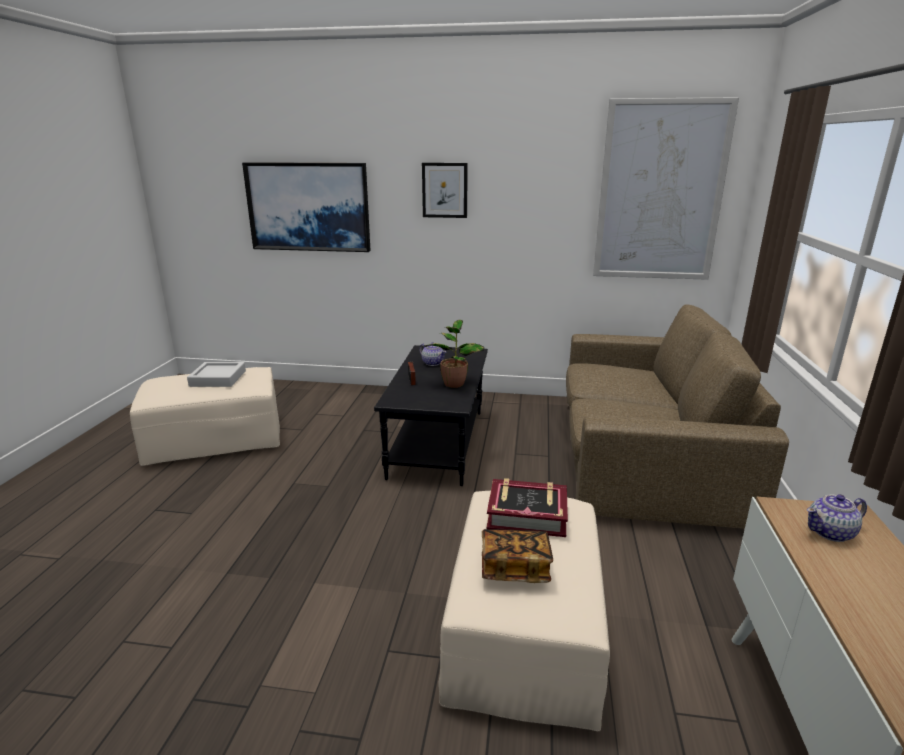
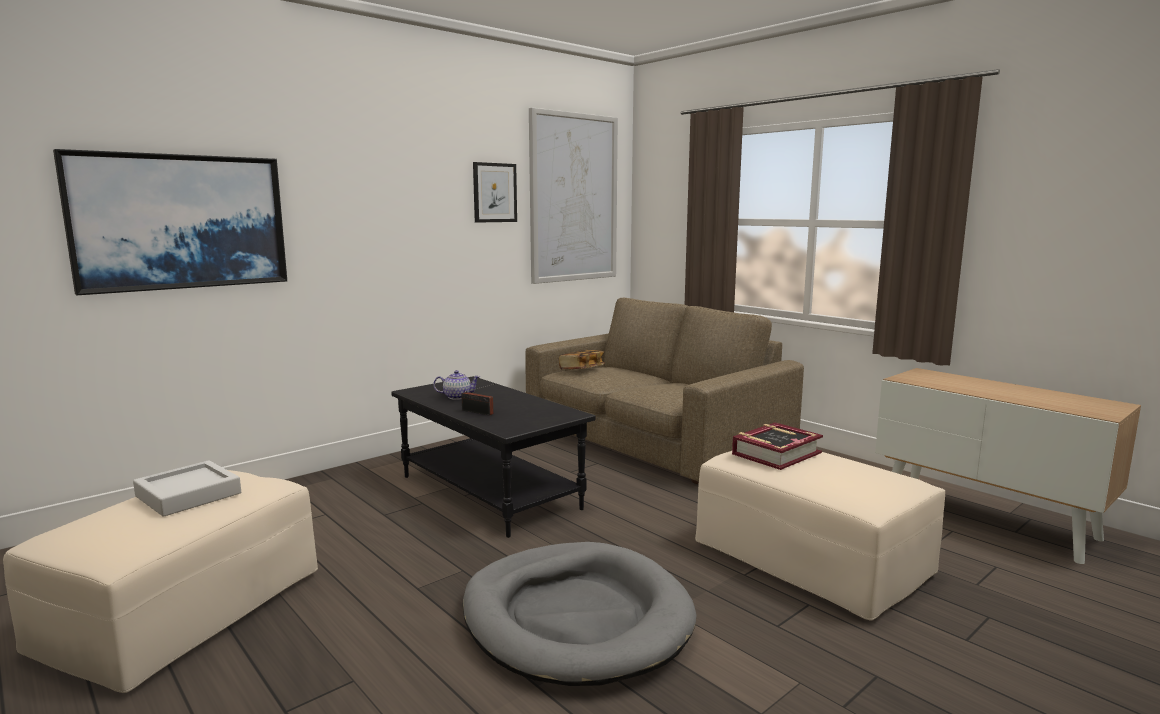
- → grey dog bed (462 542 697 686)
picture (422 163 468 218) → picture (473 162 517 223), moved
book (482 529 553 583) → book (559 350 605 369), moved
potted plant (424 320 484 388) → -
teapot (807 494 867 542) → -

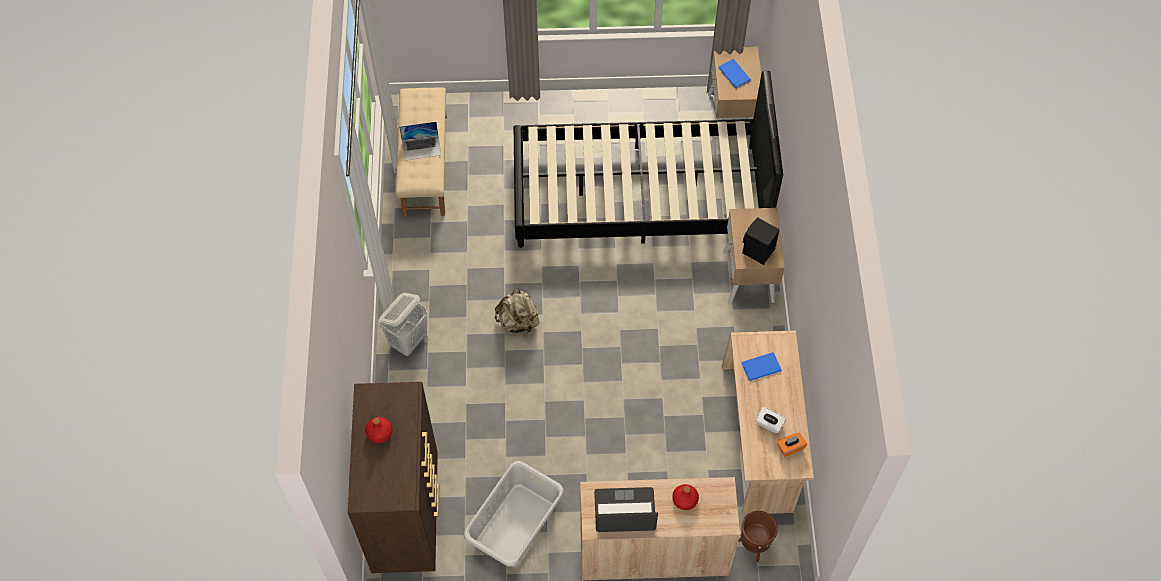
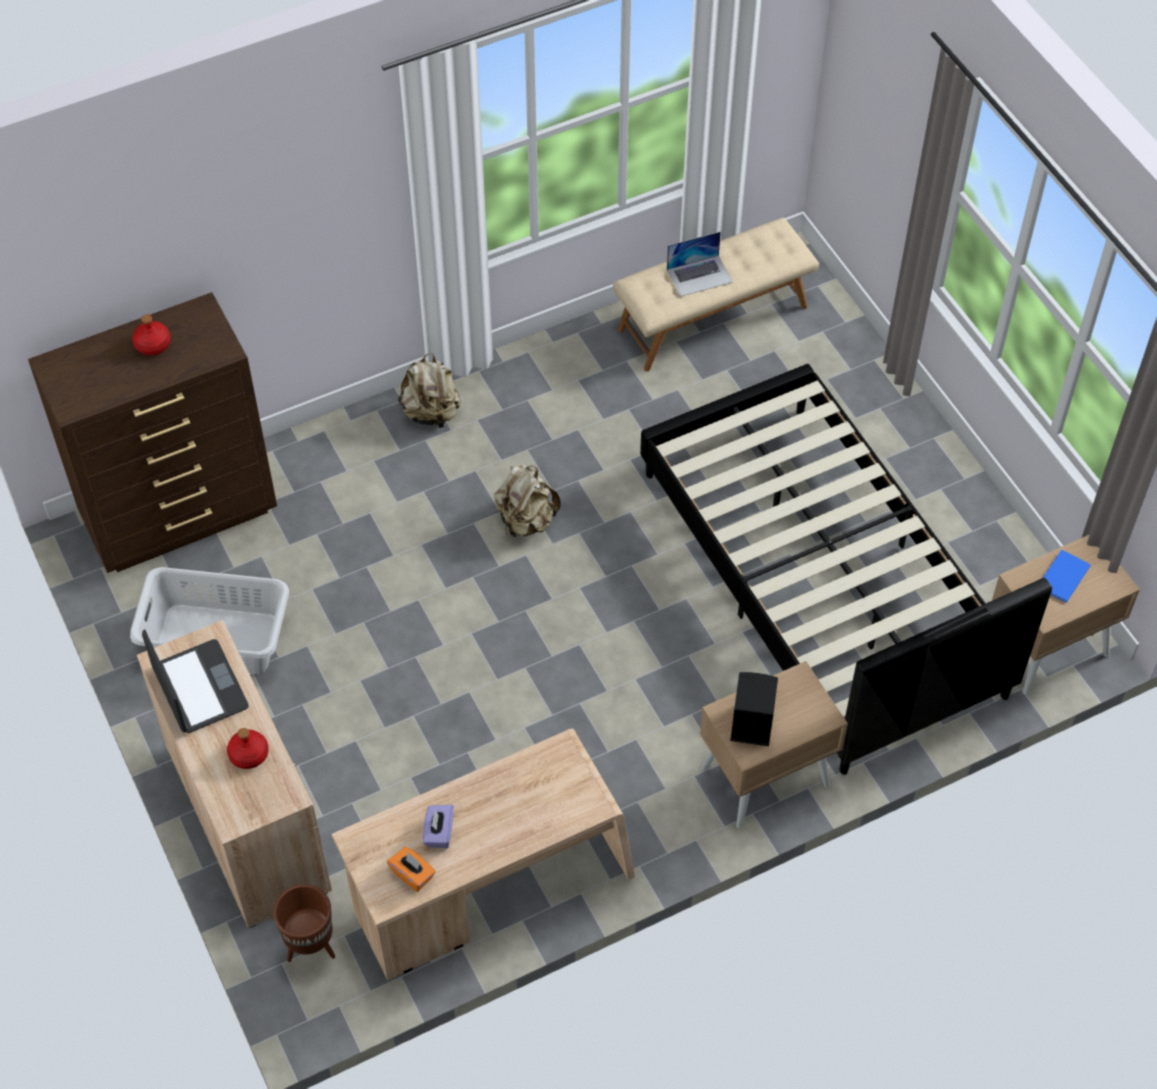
white laundry basket (379 293 427 356) → beige backpack (398 353 461 428)
white tissue box (756 407 786 433) → purple tissue box (423 805 454 848)
laptop (399 122 441 160) → laptop (667 231 733 297), 75 degrees counterclockwise
blue book (742 352 782 381) → -

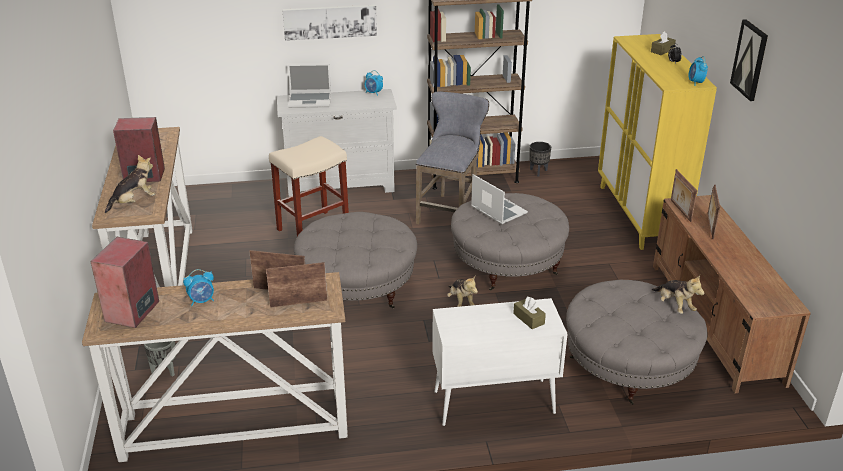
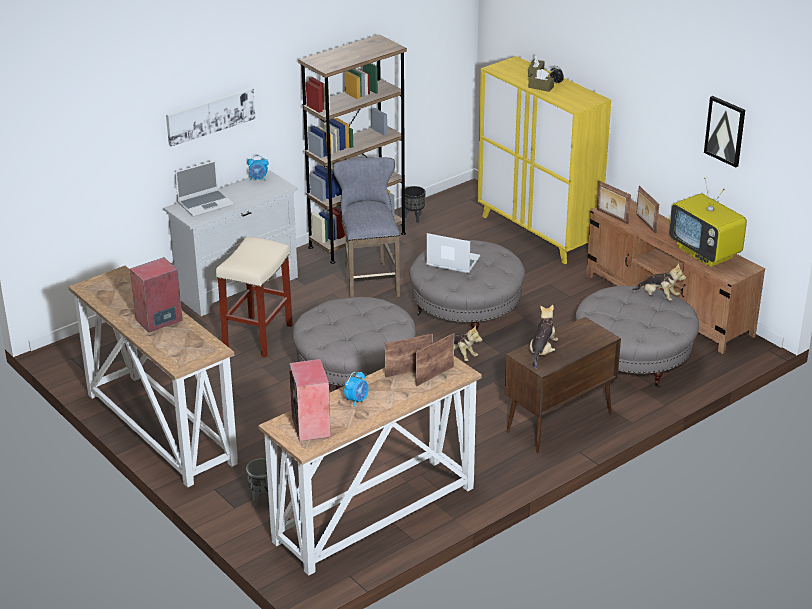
white cabinet (432 298 568 426) → brown cabinet (505 317 621 453)
brown tissue box (513 297 546 329) → brown tissue box (528 69 554 92), moved
plush toy (105 155 156 213) → plush toy (529 305 558 369), moved
- → television (669 178 747 267)
picture (730 19 768 101) → picture (704 96 745 167), moved
alarm clock (689 56 708 86) → -

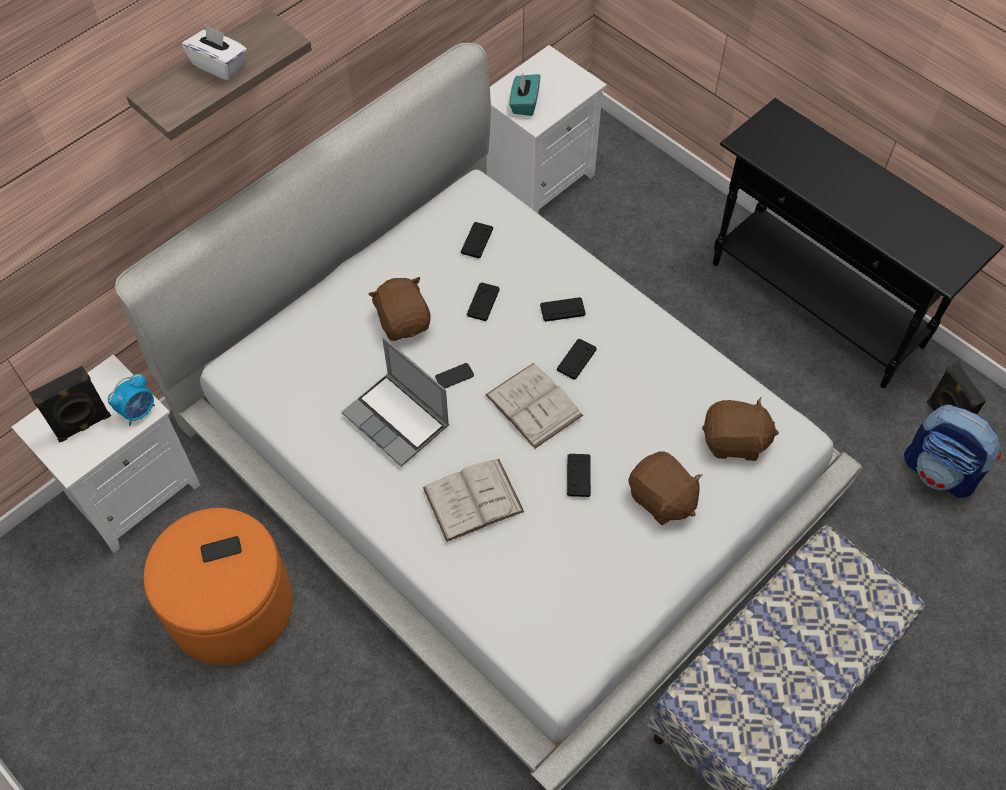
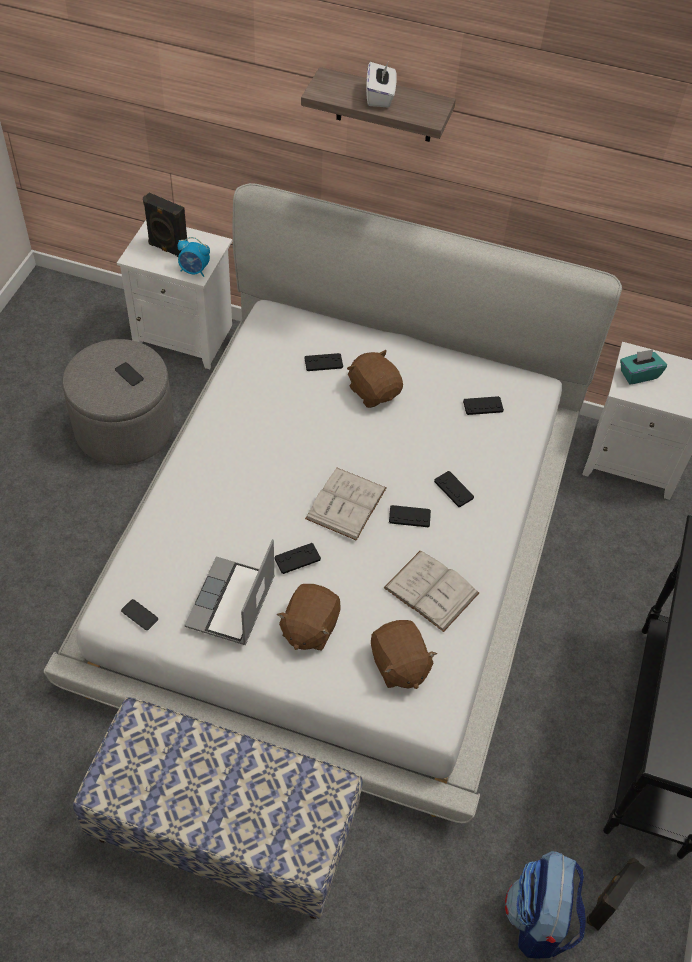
orange ottoman (143 508 293 665) → grey ottoman (62 339 174 465)
phone (435 363 474 388) → phone (121 599 158 630), moved
laptop (342 337 449 467) → laptop (184 539 275 645), moved
black game controller (467 282 500 321) → black game controller (305 353 343 371), moved
brown plush toy (369 277 431 341) → brown plush toy (347 350 403 408), 75 degrees counterclockwise
white book (423 459 524 542) → white book (384 551 479 632), moved

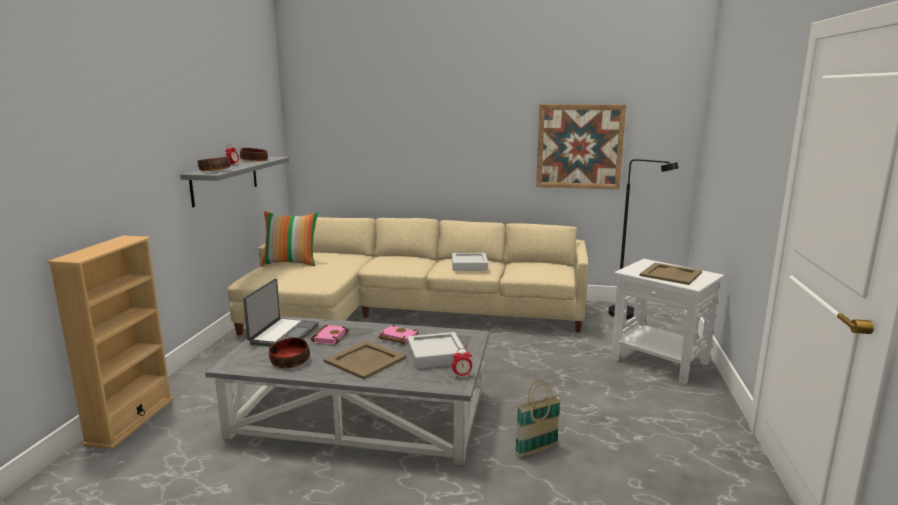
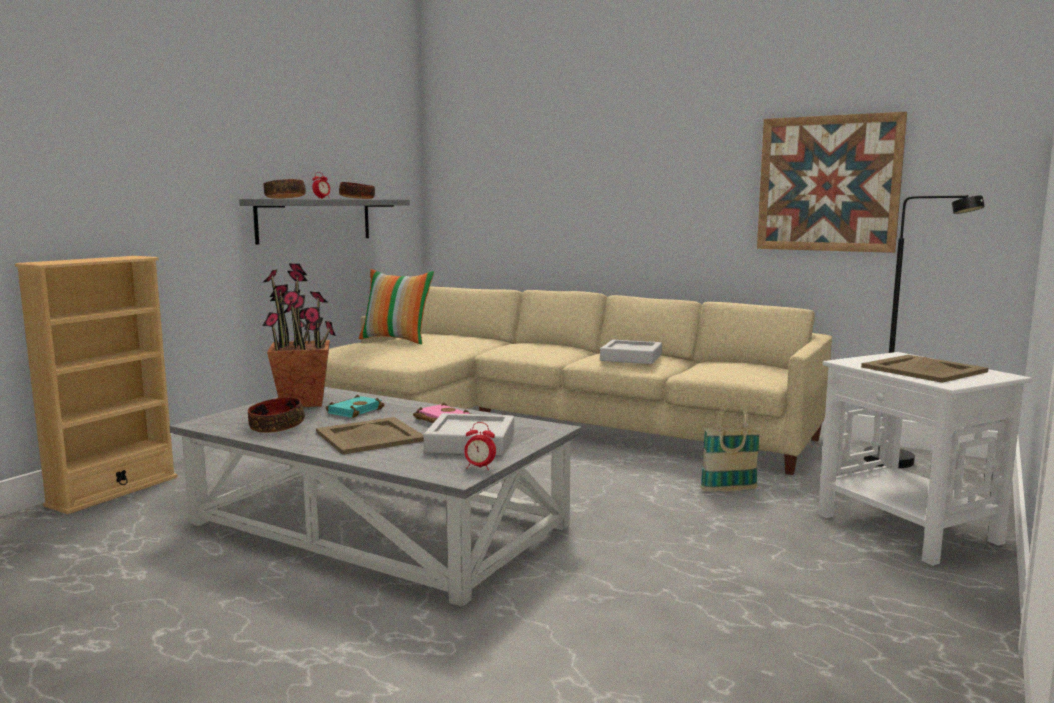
laptop (243 279 319 347) → potted plant (262 263 336 407)
pink book (311 325 349 345) → turquoise book (326 395 384 418)
basket (515 380 561 457) → basket (700 403 761 492), moved

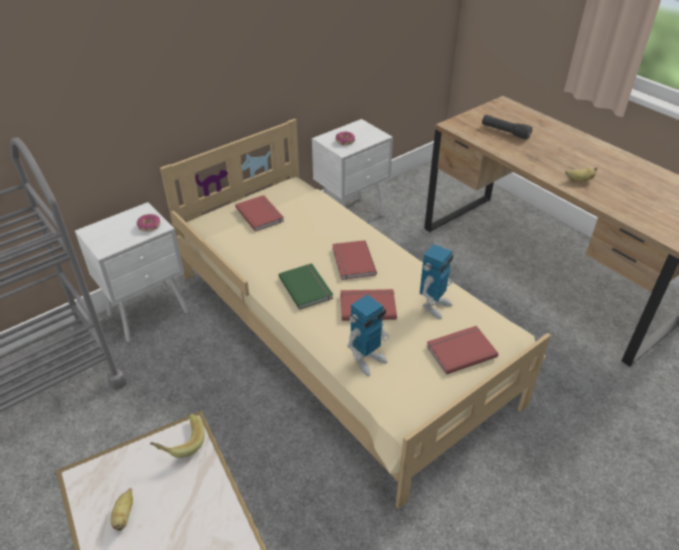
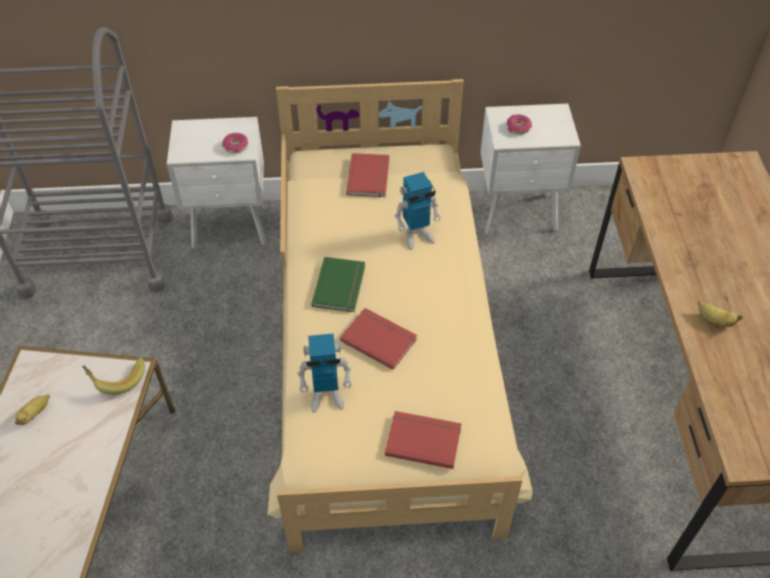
toy robot (420 244 453 319) → toy robot (394 172 441 250), moved
red book (332 240 377 280) → -
black flashlight (482 115 532 139) → -

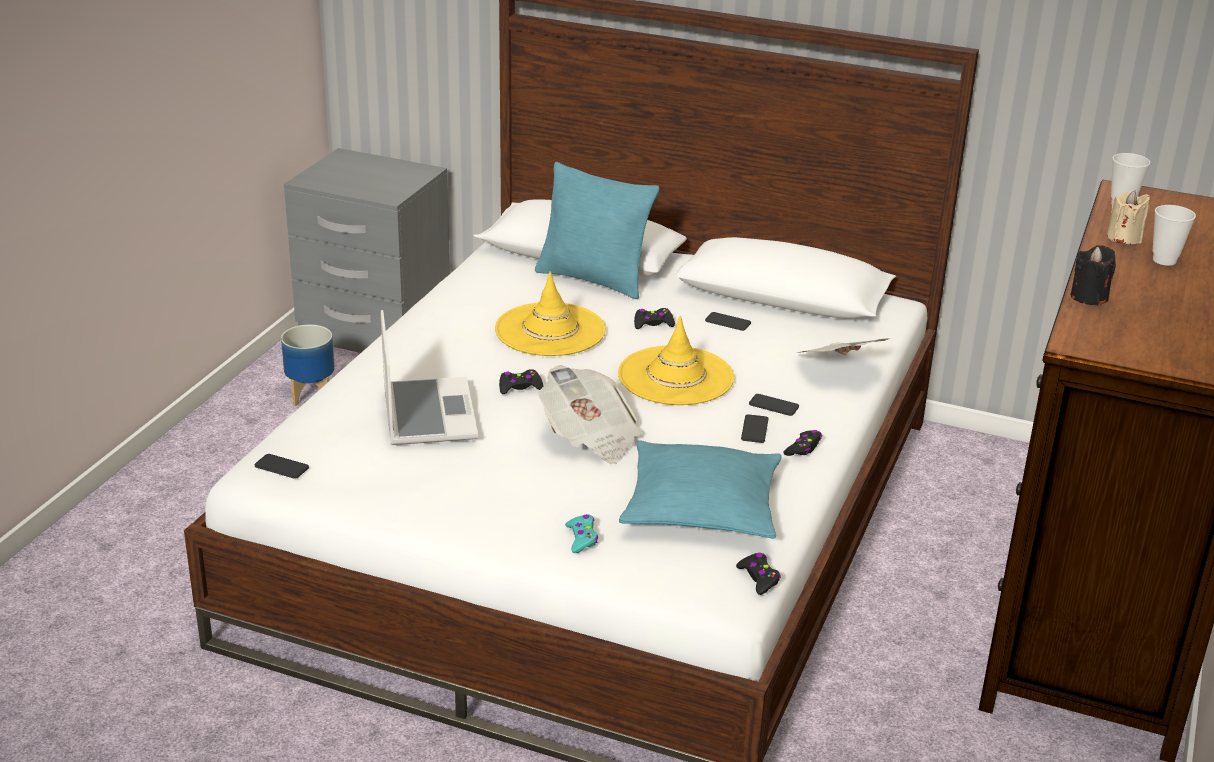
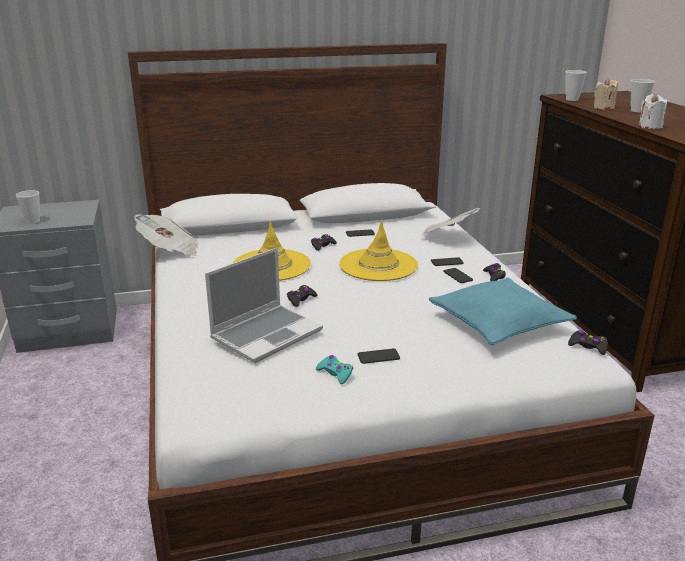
- → cup (16 190 40 224)
newspaper (539 365 642 464) → newspaper (134 214 198 256), moved
laptop (380 310 478 445) → laptop (205 248 323 363), 90 degrees clockwise
turquoise game controller (565 514 598 553) → turquoise game controller (316 355 353 384), moved
phone (255 454 309 479) → phone (358 349 400 364), moved
black candle (1071 245 1116 306) → white candle (639 94 667 129)
planter (281 324 335 406) → -
turquoise pillow (535 162 659 299) → -

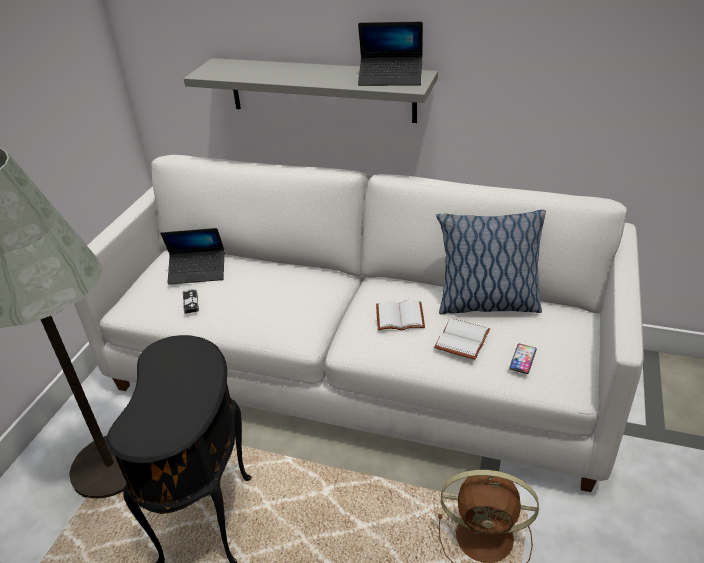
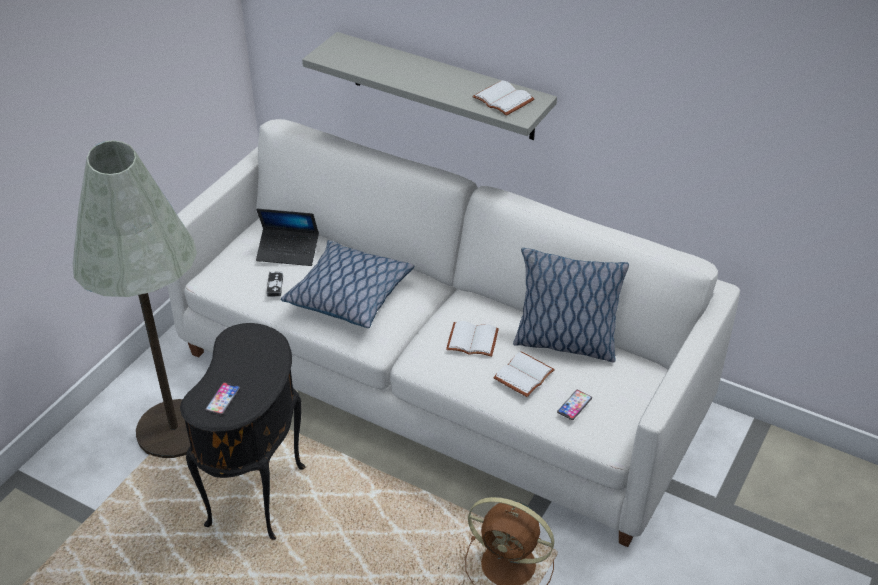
- → phone (205 382 240 415)
- → pillow (281 240 415 328)
laptop (358 22 423 86) → white book (472 80 534 116)

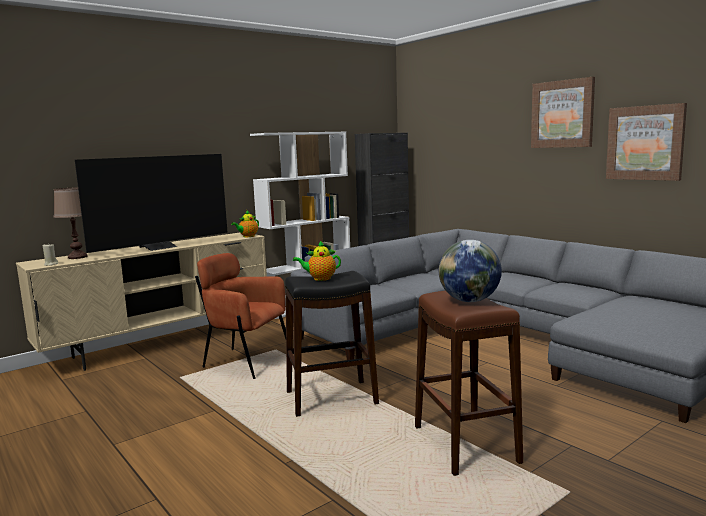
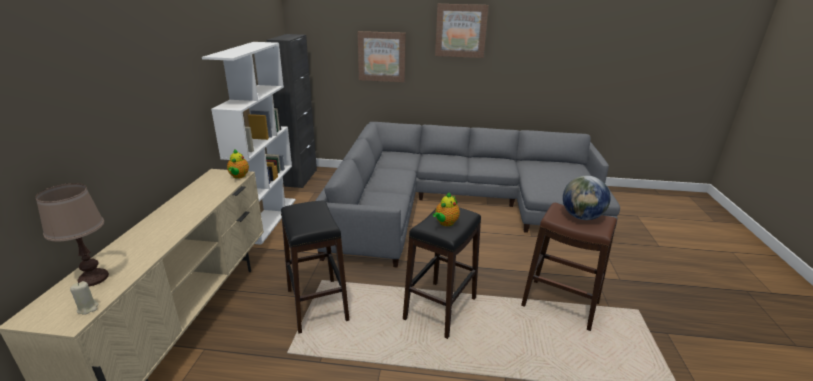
brown armchair (195 253 286 379) → black stool (281 201 349 334)
picture (606 103 687 181) → picture (357 31 406 82), moved
television (75 154 228 253) → -

